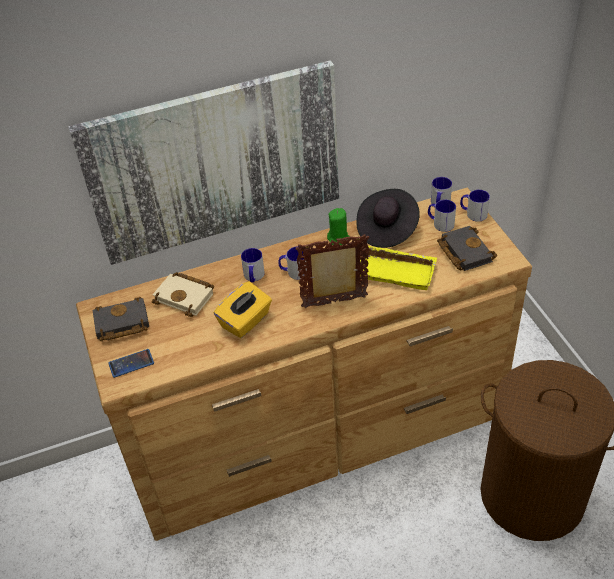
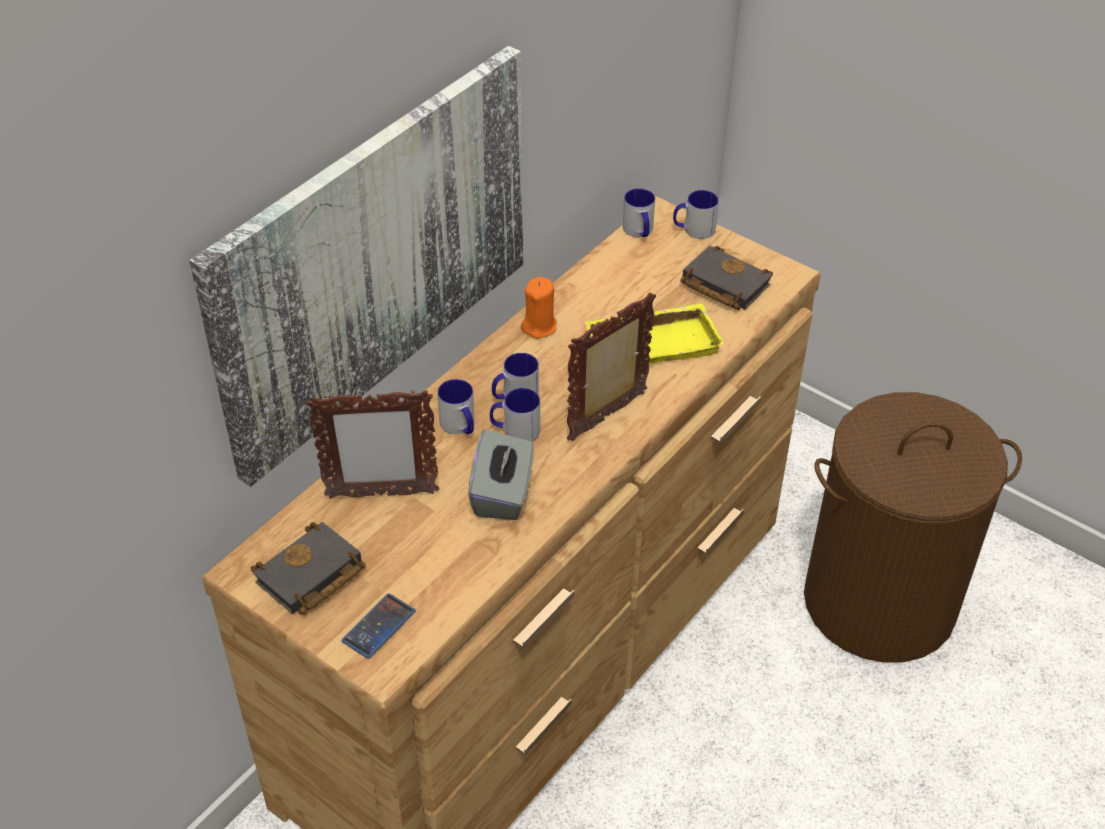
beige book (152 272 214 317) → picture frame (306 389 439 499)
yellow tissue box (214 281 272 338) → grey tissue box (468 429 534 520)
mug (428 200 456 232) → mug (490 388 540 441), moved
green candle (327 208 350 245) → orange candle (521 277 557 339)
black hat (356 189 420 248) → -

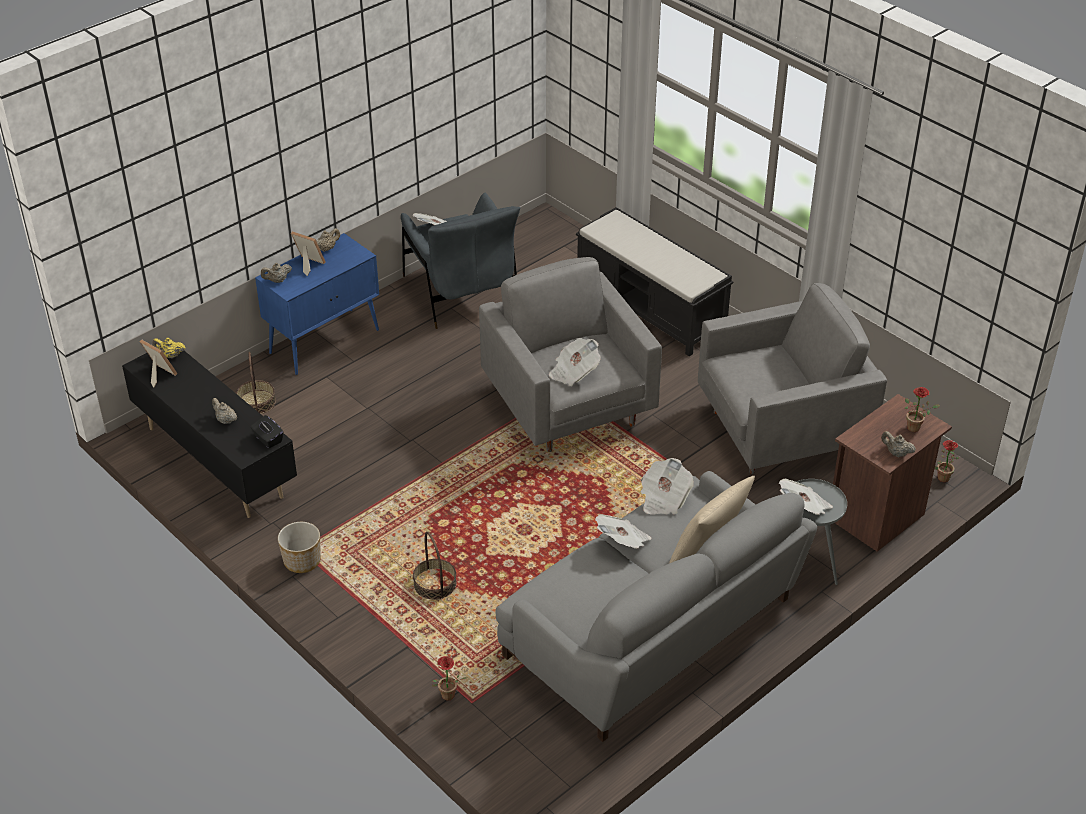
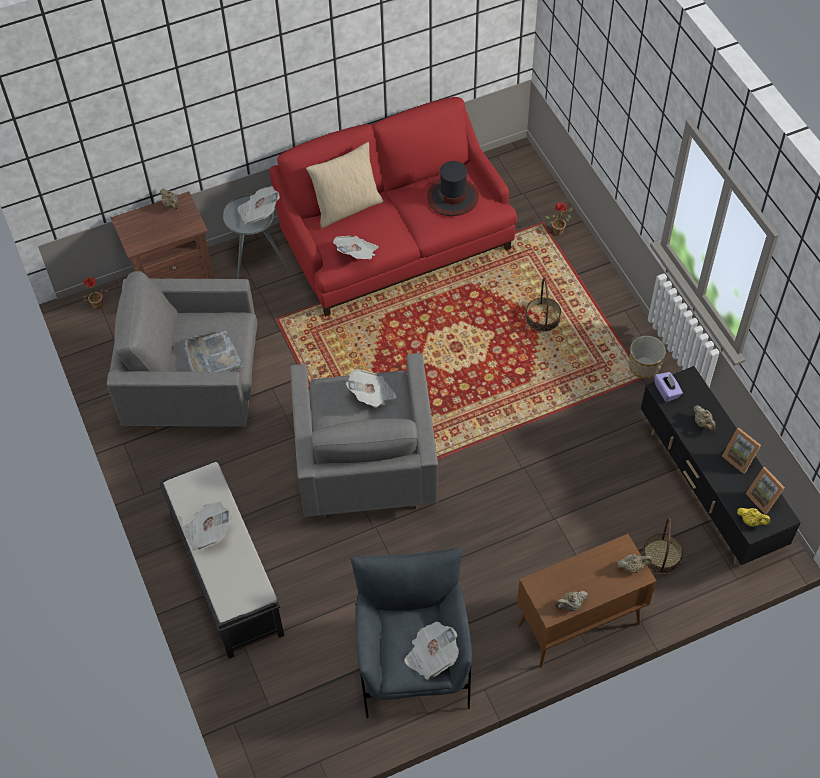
newspaper (595 514 652 549) → newspaper (182 502 231 551), moved
- → grey tray (184 330 243 372)
grey sofa (496 471 817 742) → red sofa (270 97 517 316)
- → hat (427 161 479 216)
blue cabinet (255 233 379 375) → brown cabinet (517 534 656 668)
black tissue box (251 415 283 448) → purple tissue box (654 372 683 402)
picture frame (291 231 325 276) → picture frame (722 427 761 474), moved
potted plant (905 387 940 432) → -

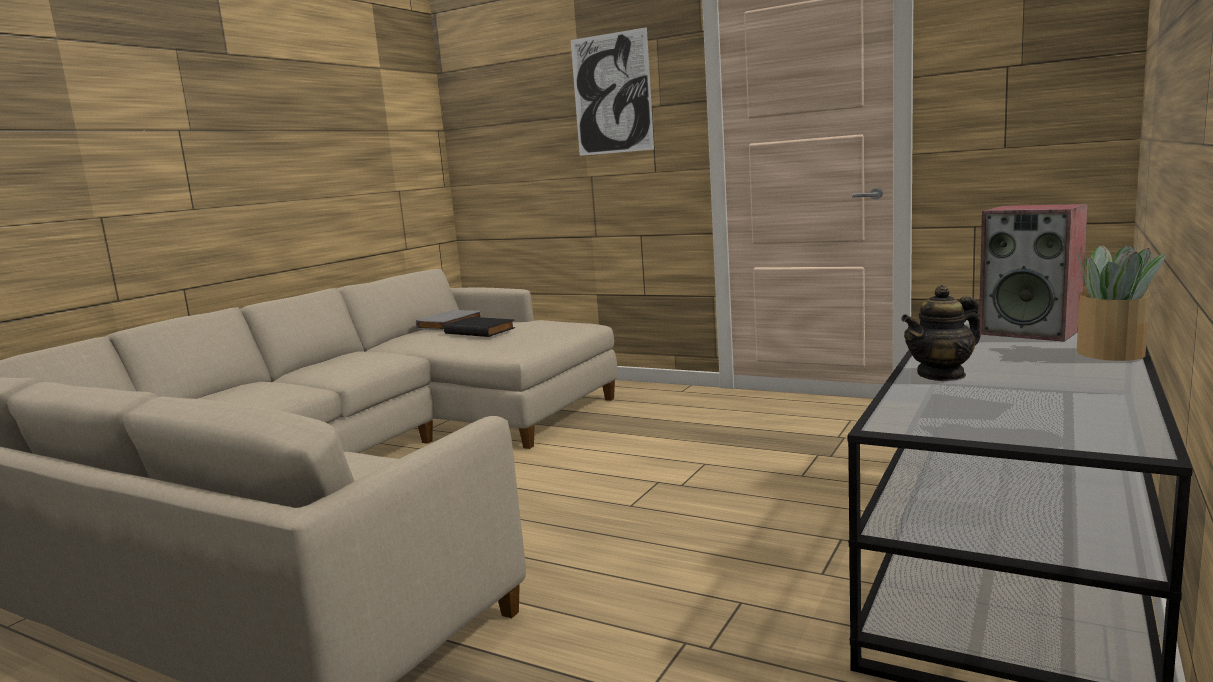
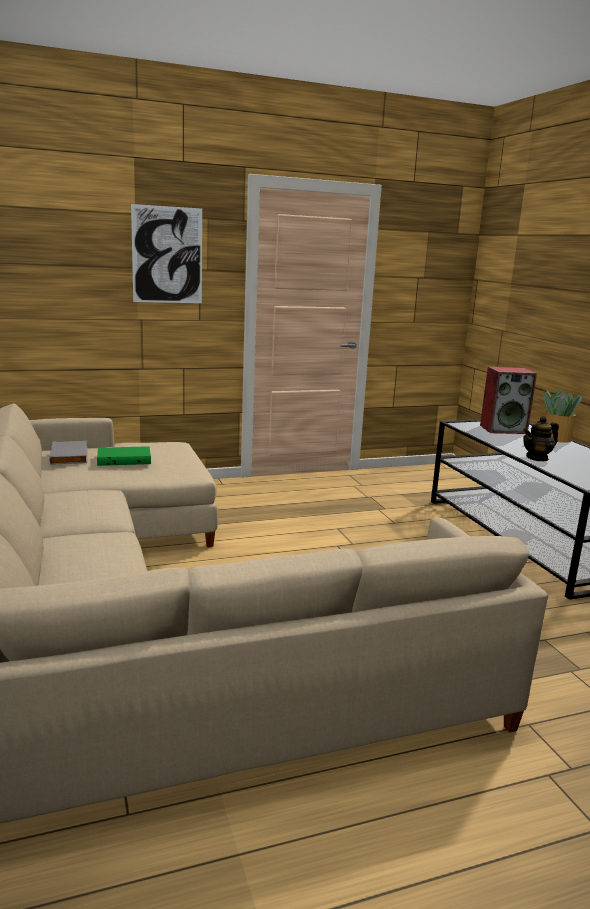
black book (444 317 515 337) → green book (97 446 151 466)
teapot (901 285 981 381) → teapot (523 416 559 461), 45 degrees clockwise

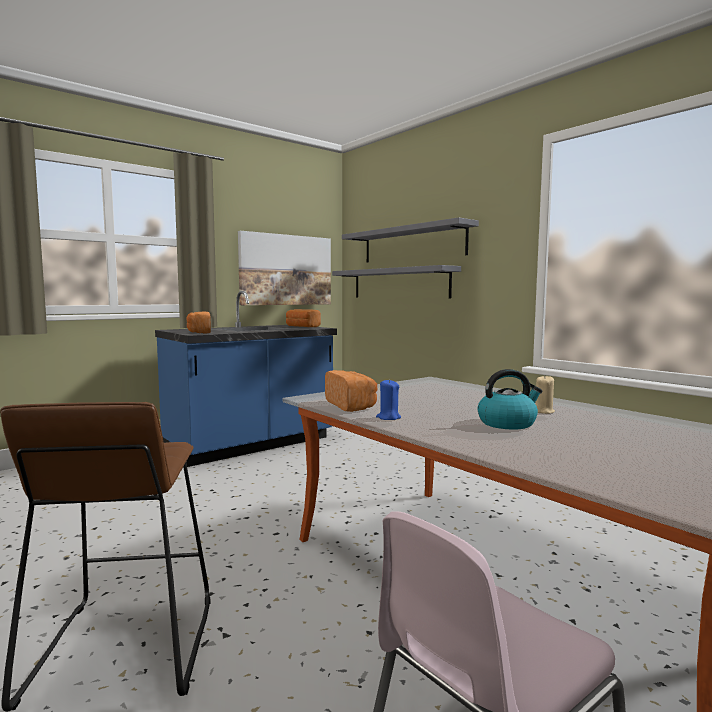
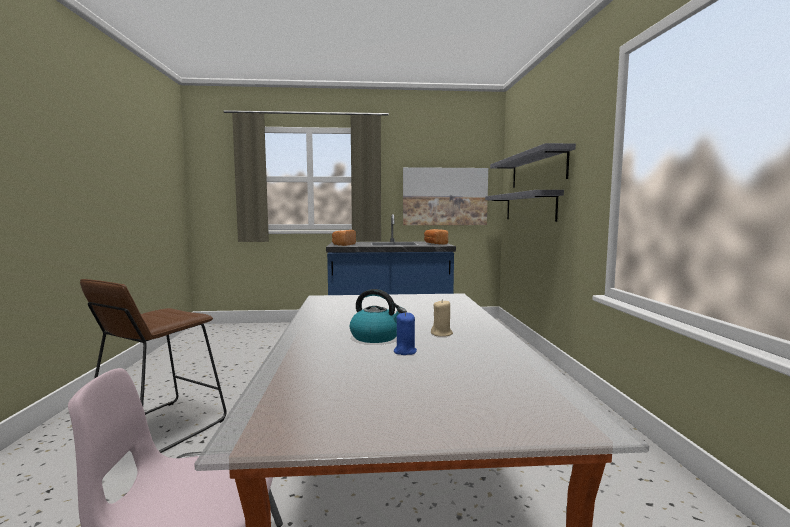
blue candle (376 379 401 420) → blue candle (394 312 417 355), moved
bread (325 370 377 412) → -

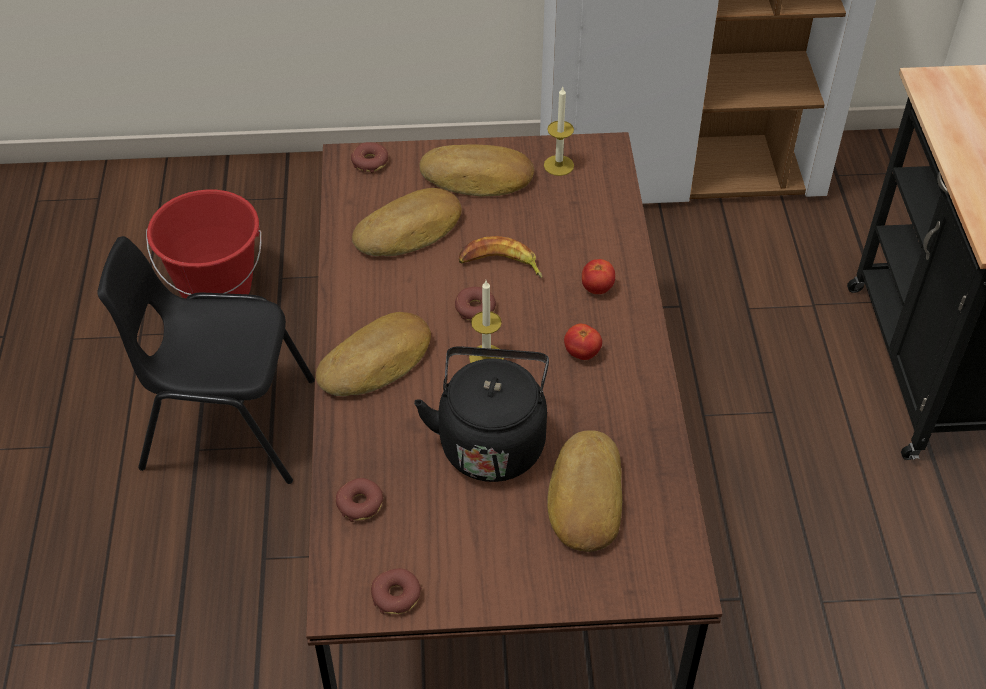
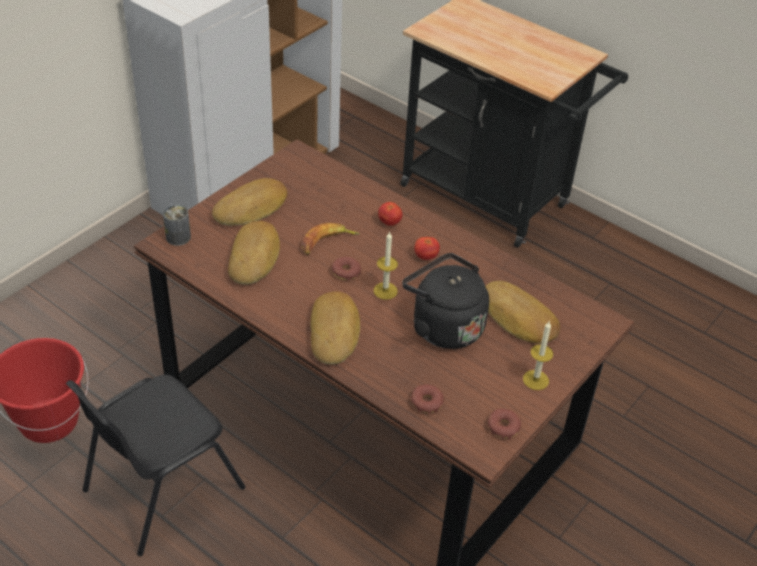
donut (351 142 388 173) → can (163 205 191 246)
candle (544 87 574 176) → candle (523 322 553 390), moved

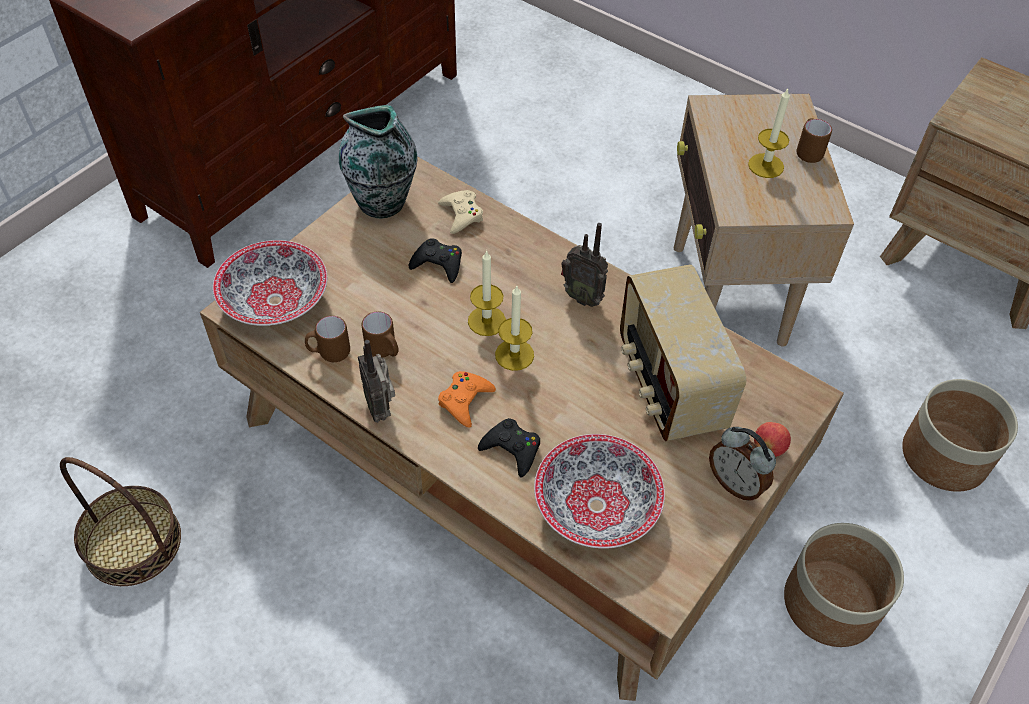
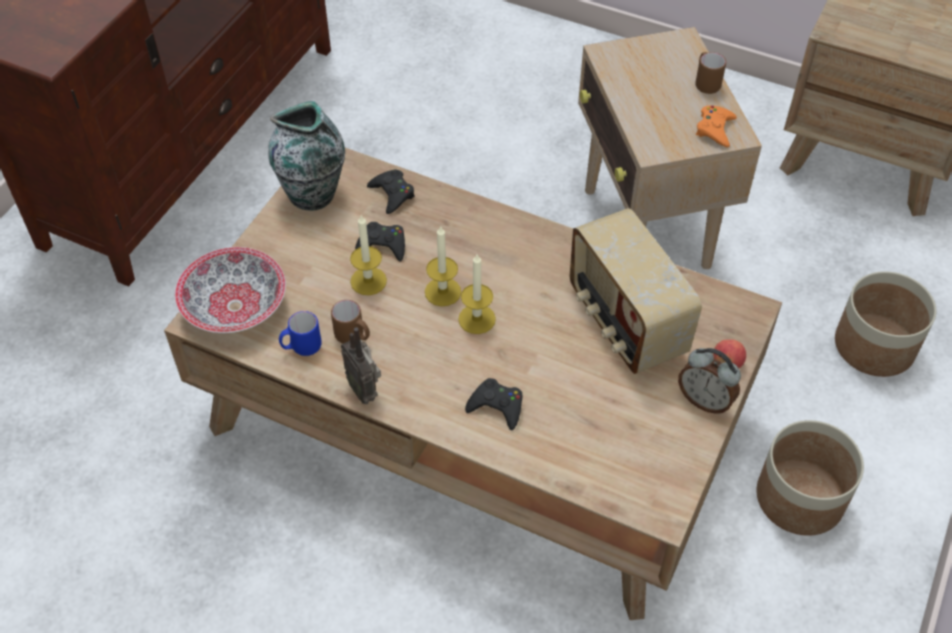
brown mug (305 316 350 362) → blue mug (279 311 322 356)
candle (748 89 790 178) → candle (350 215 387 295), moved
beige game controller (438 190 483 234) → black game controller (367 169 415 214)
orange game controller (438 371 496 428) → orange game controller (696 106 737 147), moved
basket (60 457 181 586) → -
bowl (534 434 665 549) → -
radio (561 223 608 307) → -

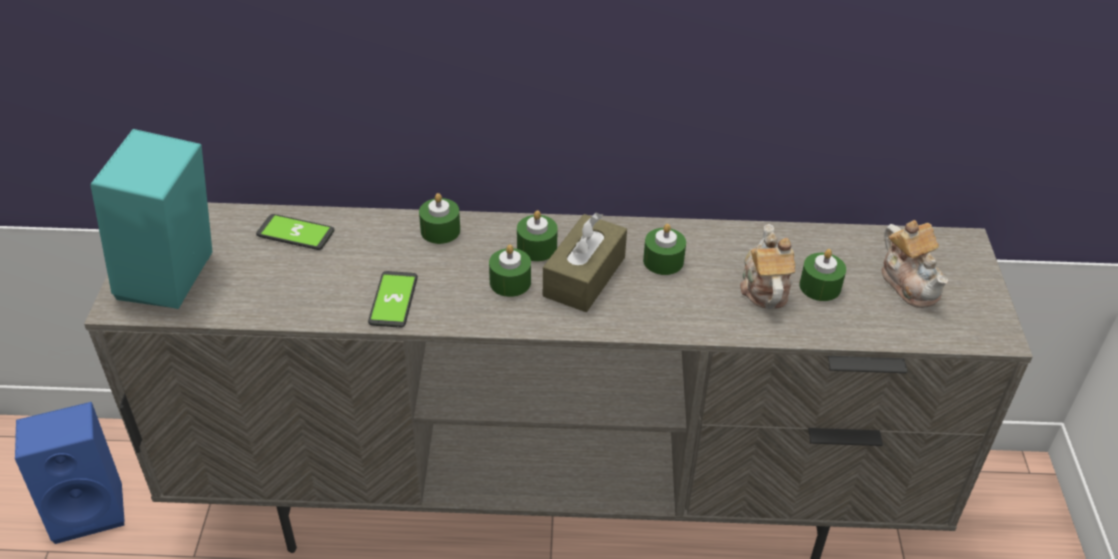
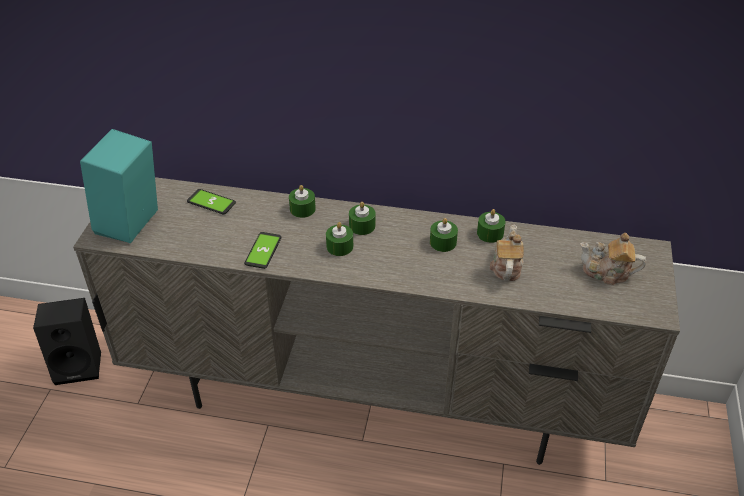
blue speaker (15 402 124 544) → black speaker (33 298 101 385)
green candle (799 249 846 301) → green candle (477 209 506 243), moved
teapot (881 220 949 308) → teapot (580 233 646 285), 120 degrees clockwise
brown tissue box (543 212 627 312) → -

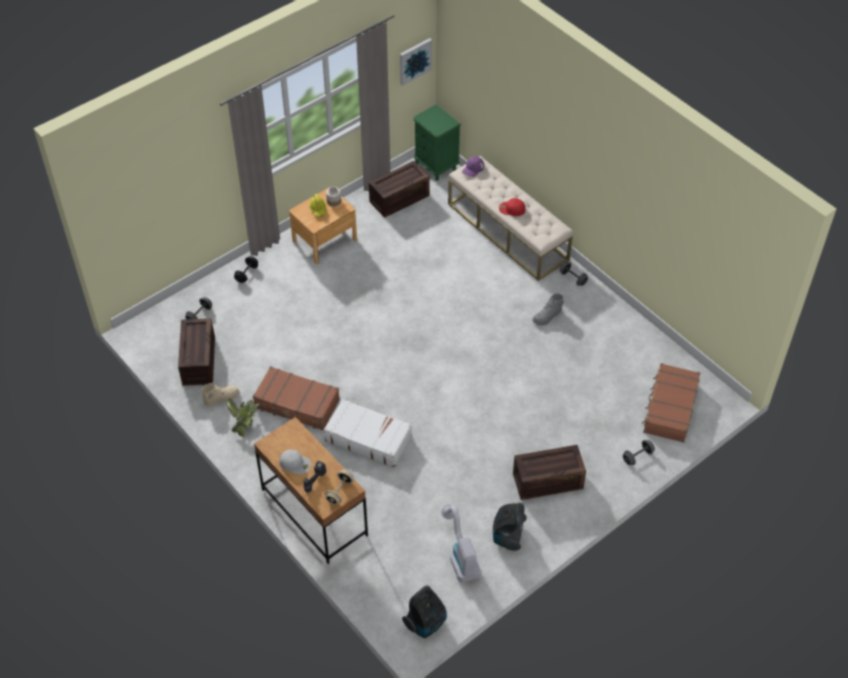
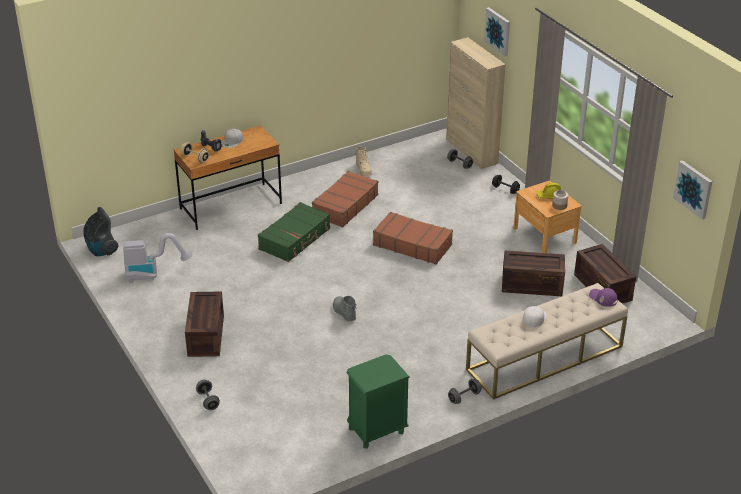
white suitcase (324 399 412 467) → green suitcase (258 202 330 262)
grey boot (532 293 564 326) → grey boot (333 296 357 322), moved
green nightstand (413 105 461 181) → green nightstand (346 355 410 449), moved
brown suitcase (642 363 700 443) → brown suitcase (373 212 453 265), moved
- → beige cabinet (446 37 506 169)
- → picture (484 7 510 56)
crate (178 318 215 386) → crate (502 251 565 296), moved
red cap (499 198 526 216) → white cap (523 306 547 327)
potted plant (226 398 259 437) → -
vacuum cleaner (493 503 527 551) → -

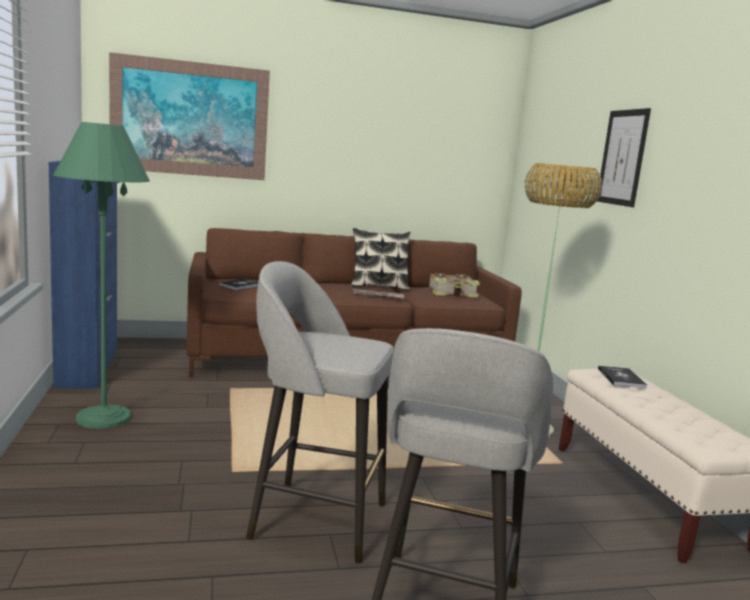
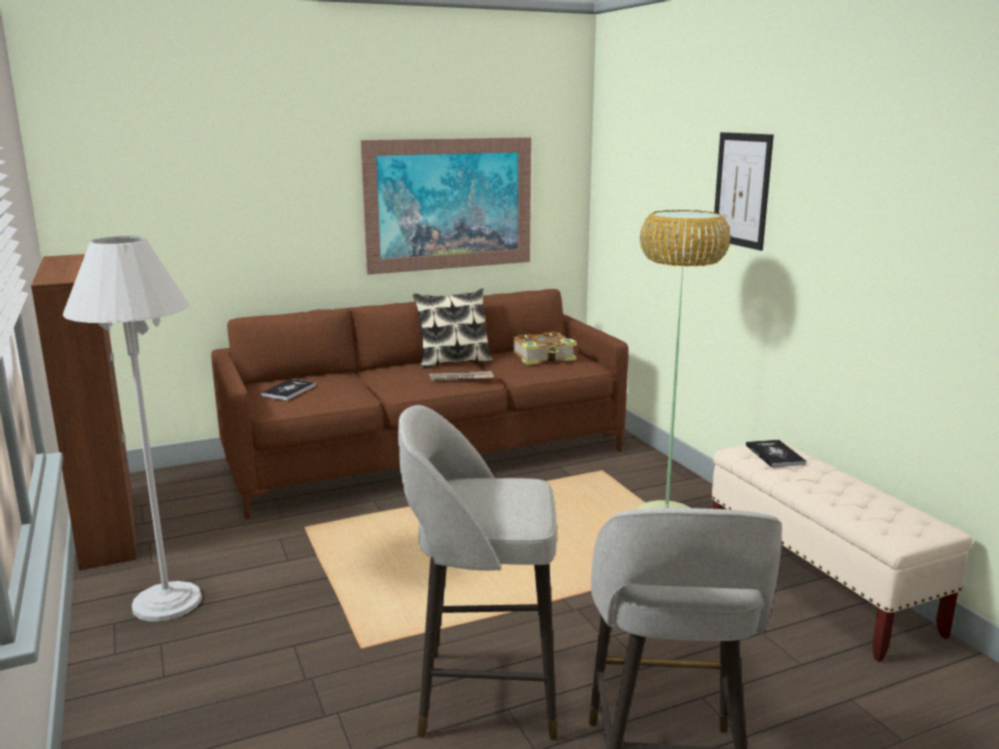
blue cabinet (48 160 117 389) → brown cabinet (31 254 137 571)
green floor lamp (54 122 150 429) → white floor lamp (63 236 202 622)
picture (109 52 270 180) → picture (360 137 531 275), moved

